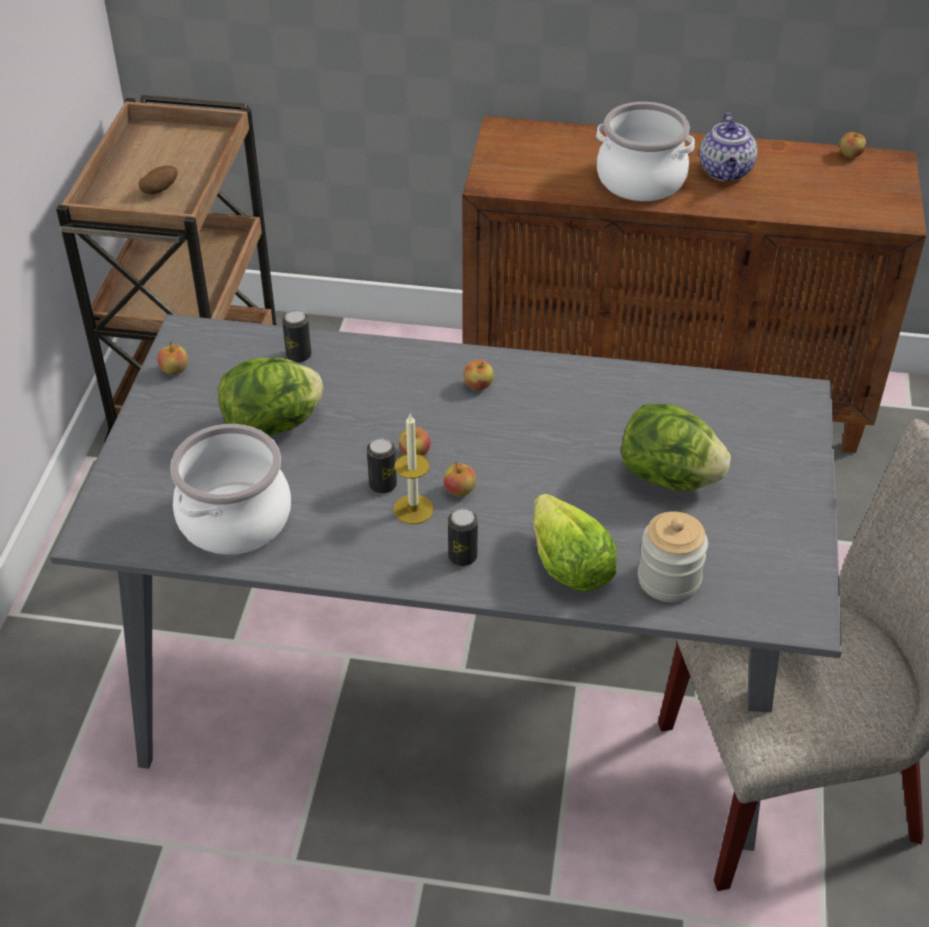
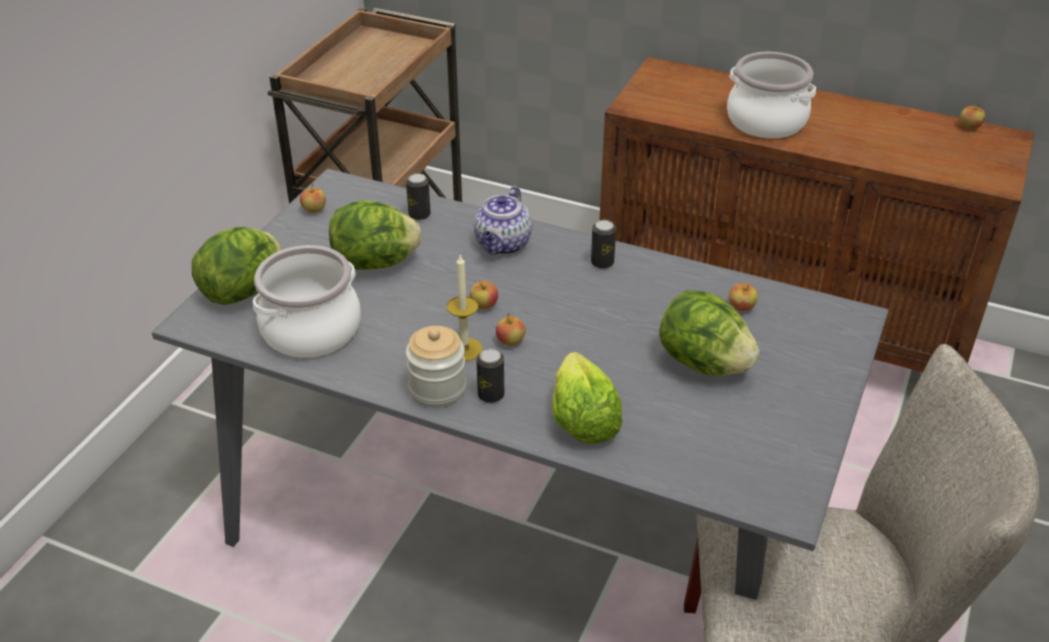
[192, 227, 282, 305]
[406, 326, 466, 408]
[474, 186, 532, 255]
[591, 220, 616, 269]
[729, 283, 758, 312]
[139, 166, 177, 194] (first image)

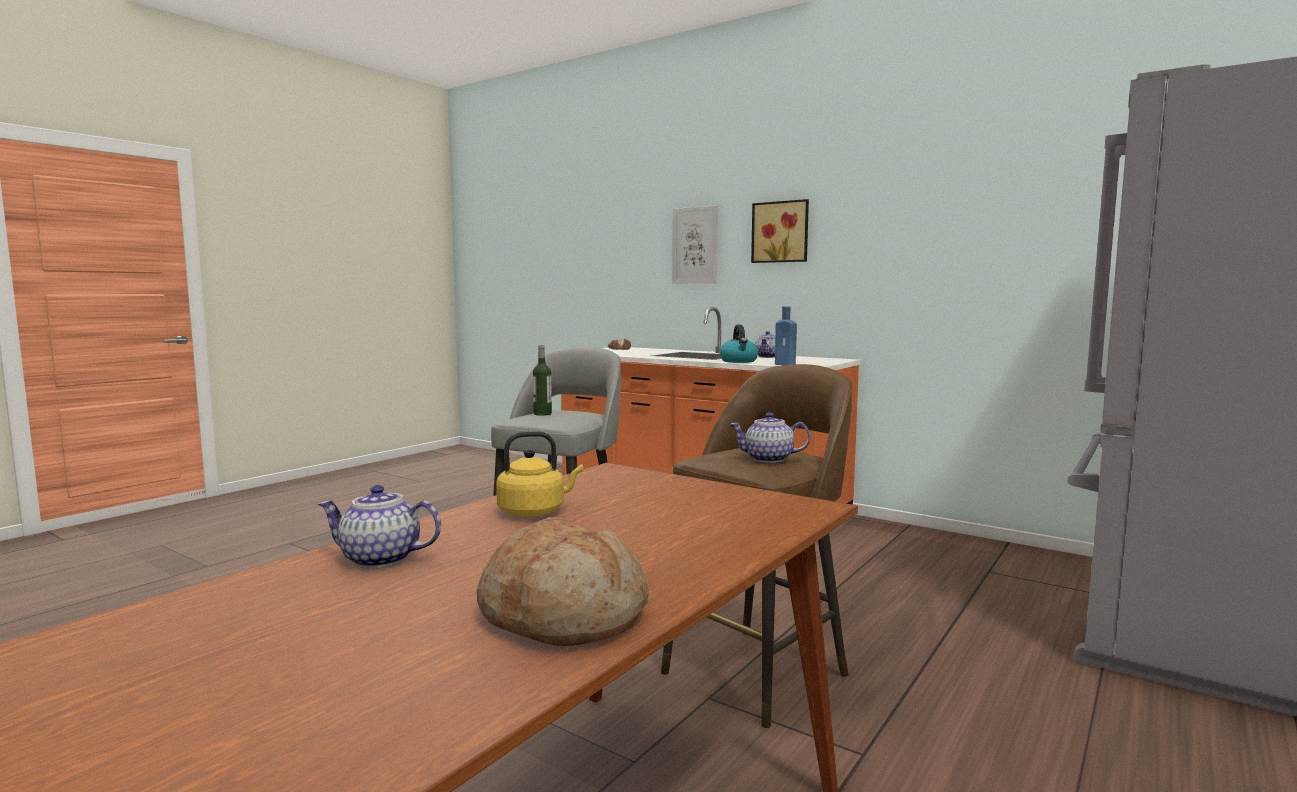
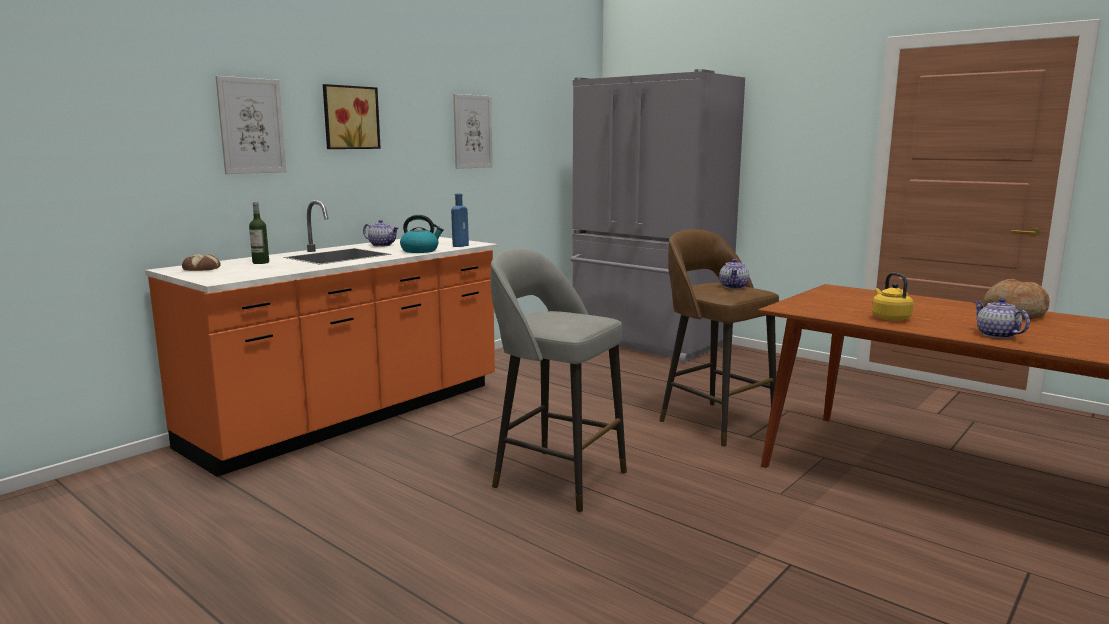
[249, 202, 269, 264]
[453, 94, 493, 169]
[974, 298, 1030, 339]

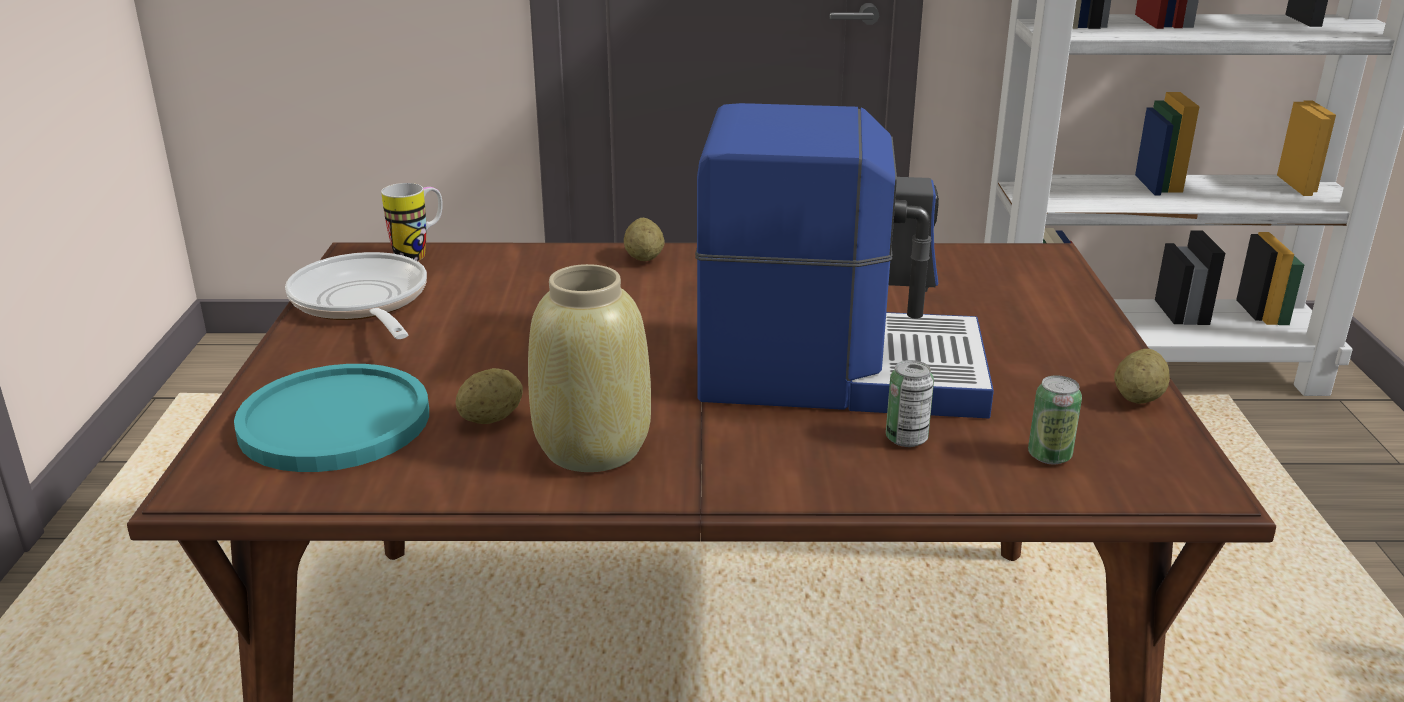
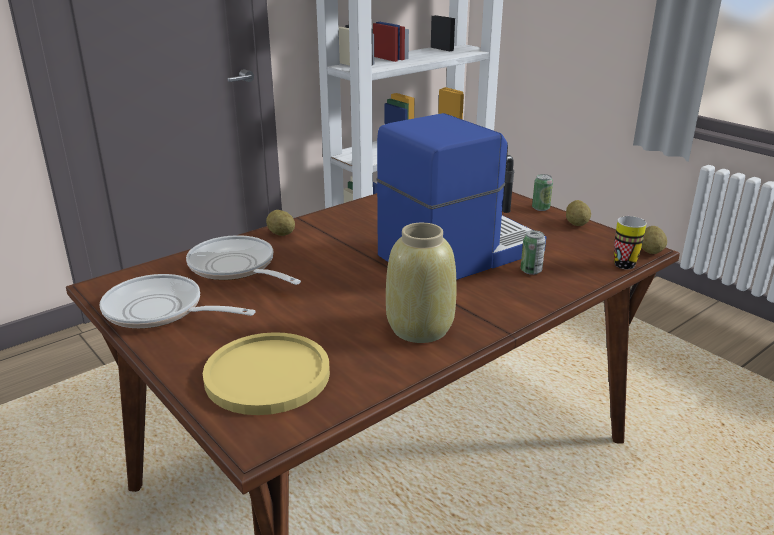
[186, 235, 301, 285]
[203, 332, 330, 415]
[532, 174, 553, 211]
[614, 216, 647, 269]
[642, 226, 667, 254]

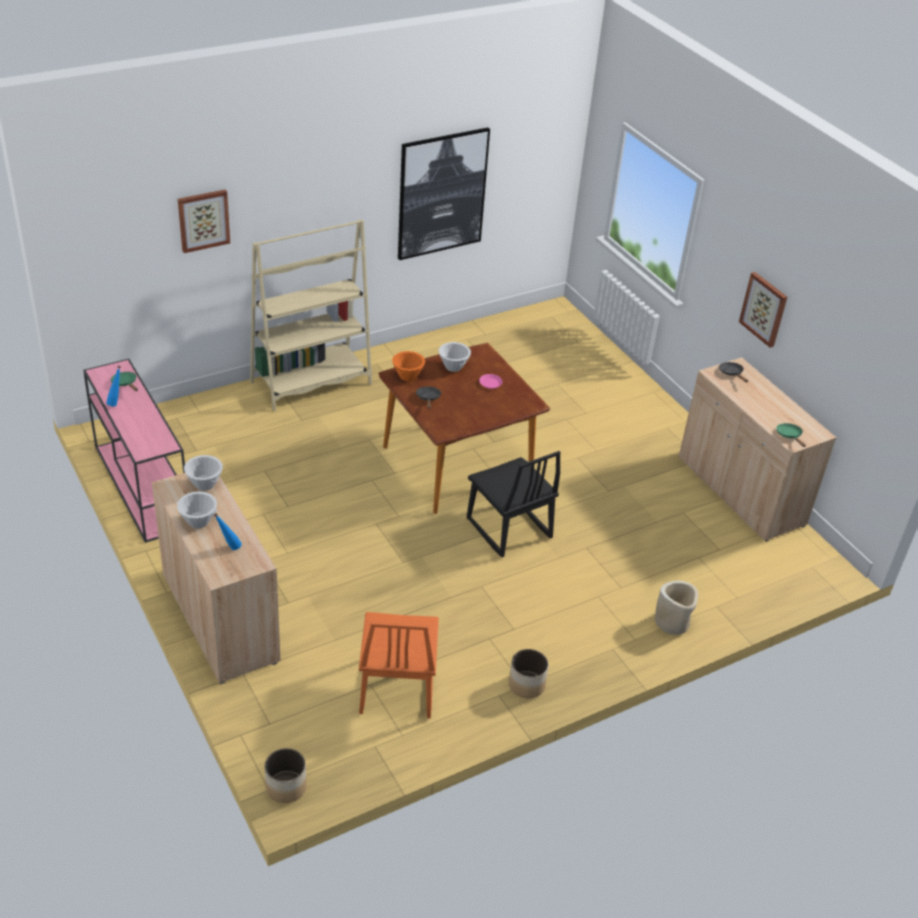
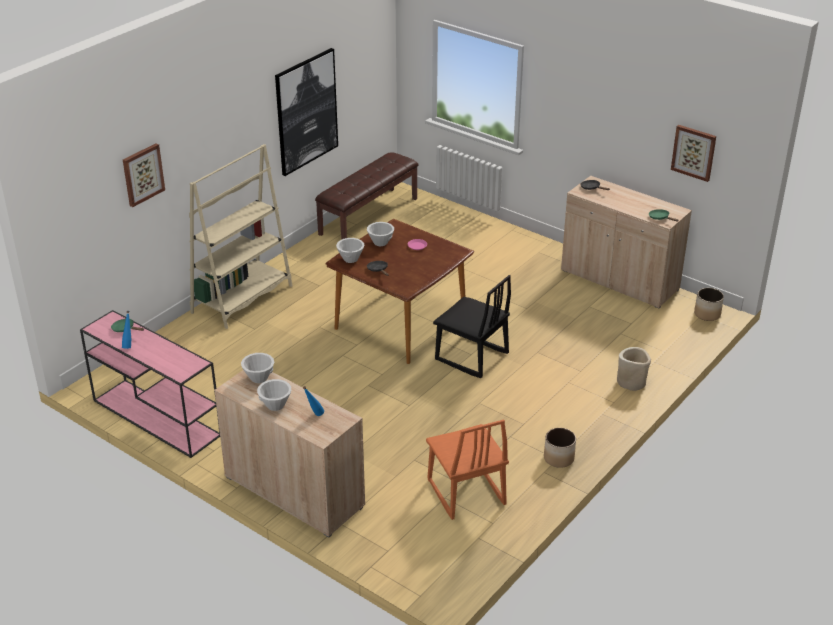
[315, 152, 419, 240]
[336, 238, 364, 263]
[671, 125, 716, 182]
[694, 288, 724, 321]

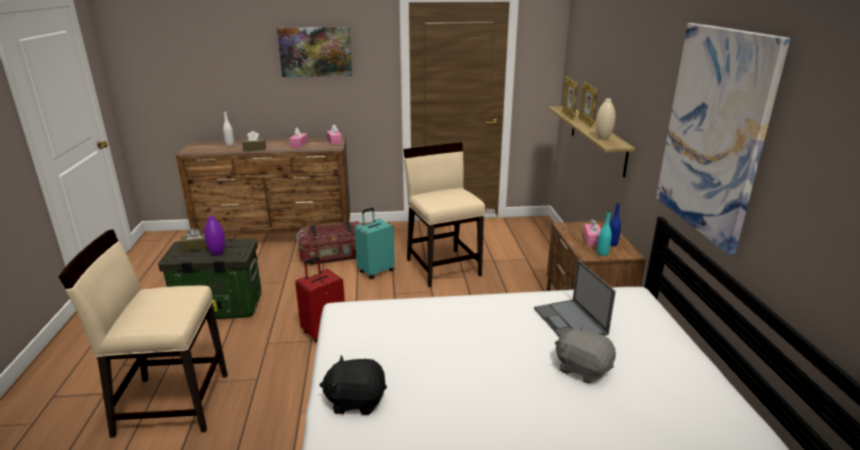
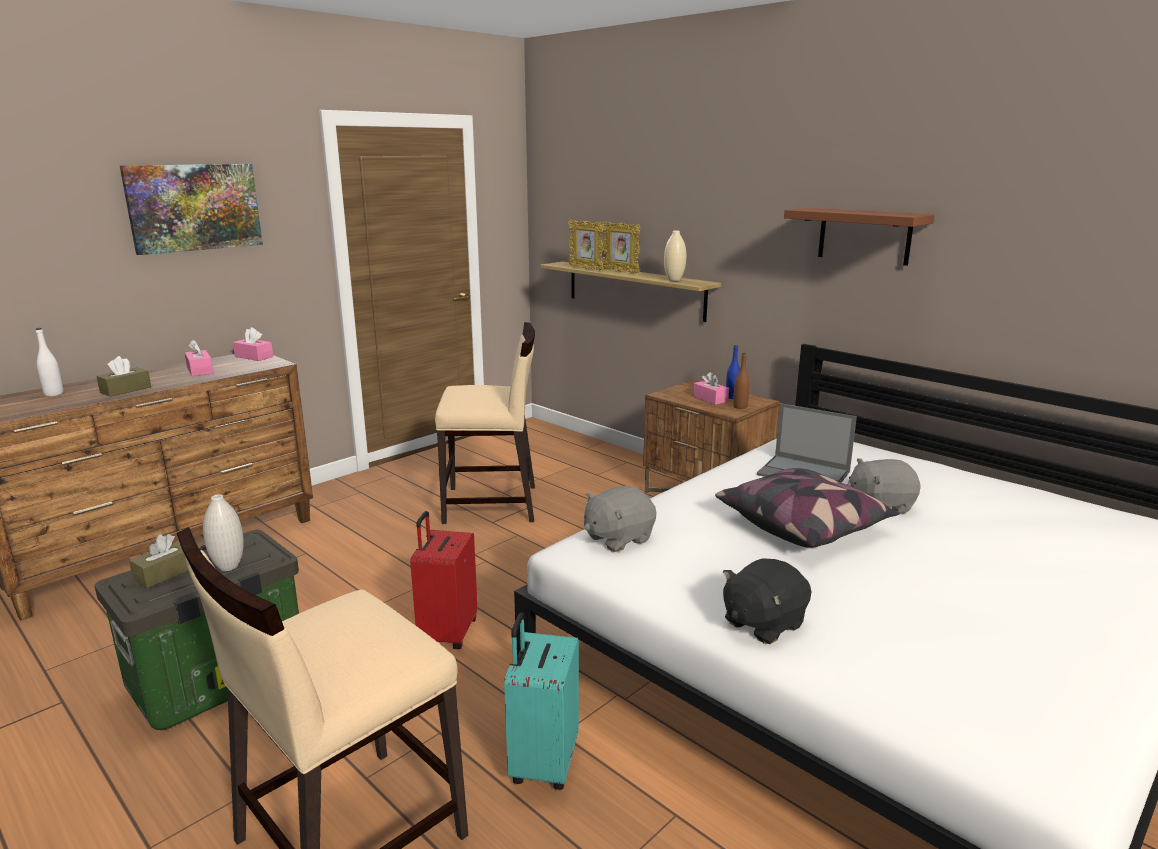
[203, 494, 244, 571]
[435, 322, 535, 524]
[504, 613, 579, 790]
[584, 486, 656, 552]
[715, 468, 900, 548]
[733, 353, 749, 409]
[784, 208, 935, 266]
[296, 221, 361, 265] (first image)

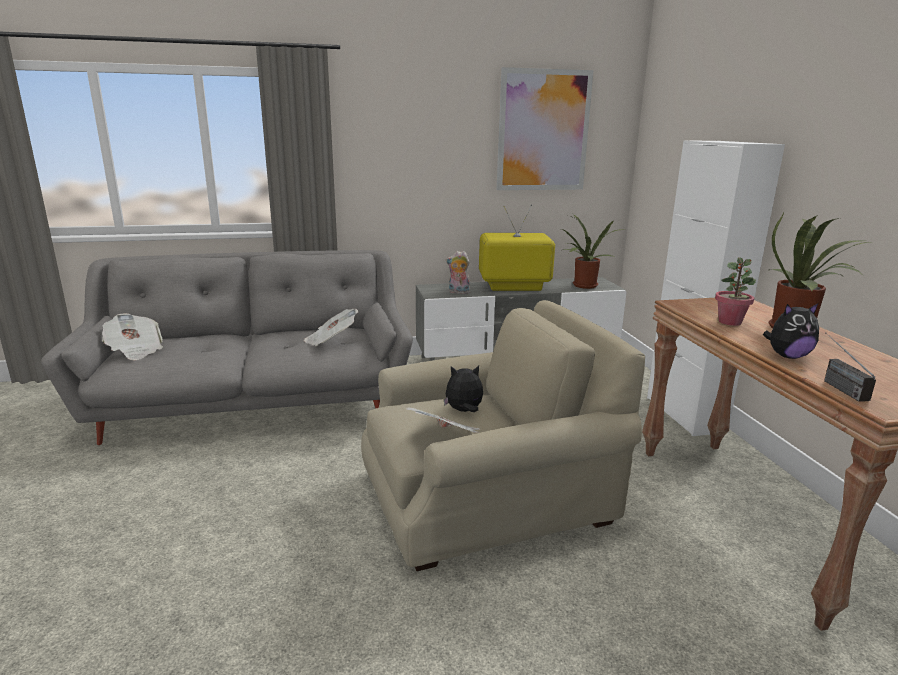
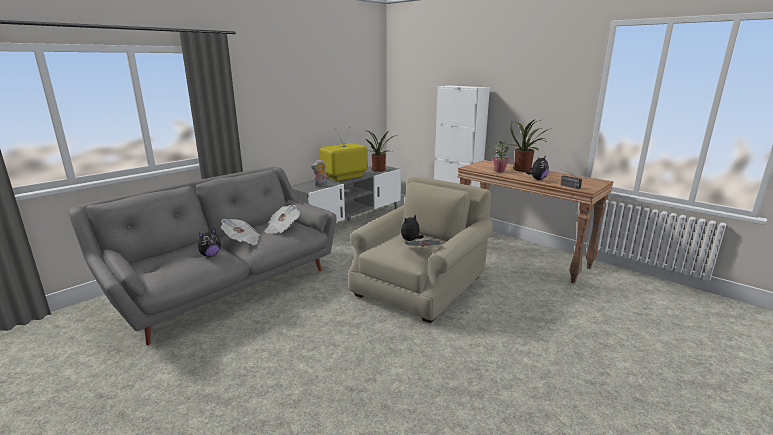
[198, 229, 221, 257]
[221, 219, 260, 245]
[496, 67, 594, 190] (first image)

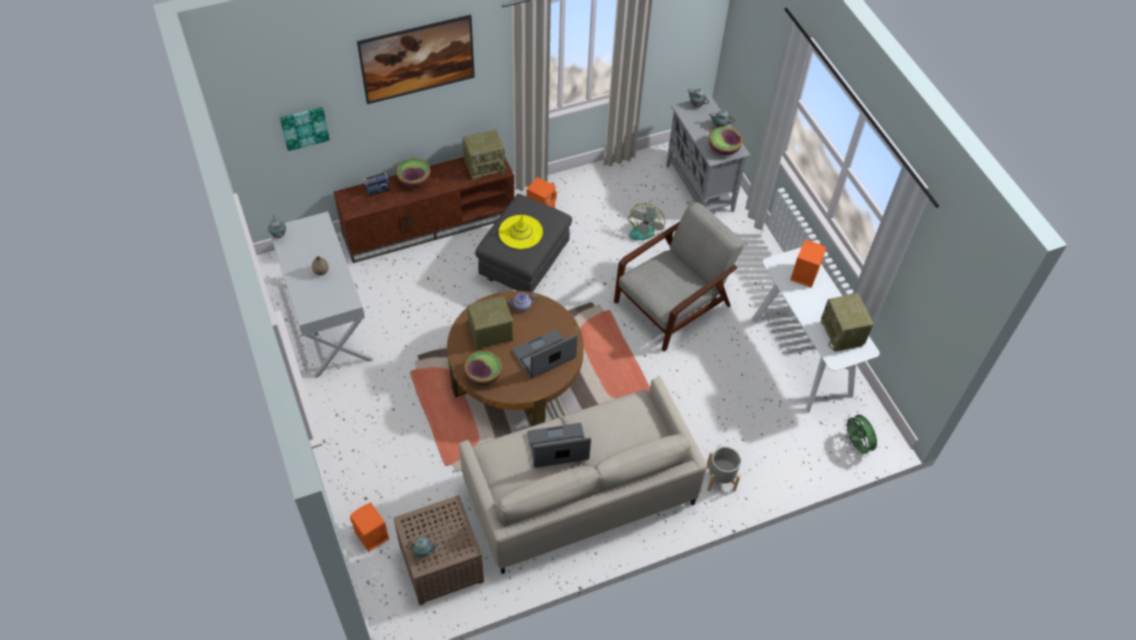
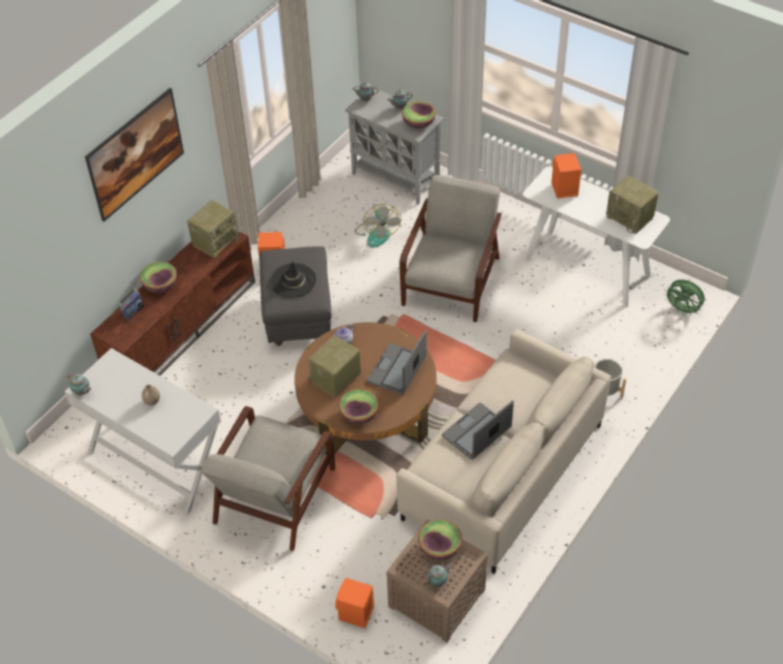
[201, 406, 335, 551]
[270, 261, 316, 298]
[418, 519, 462, 560]
[280, 107, 330, 151] (first image)

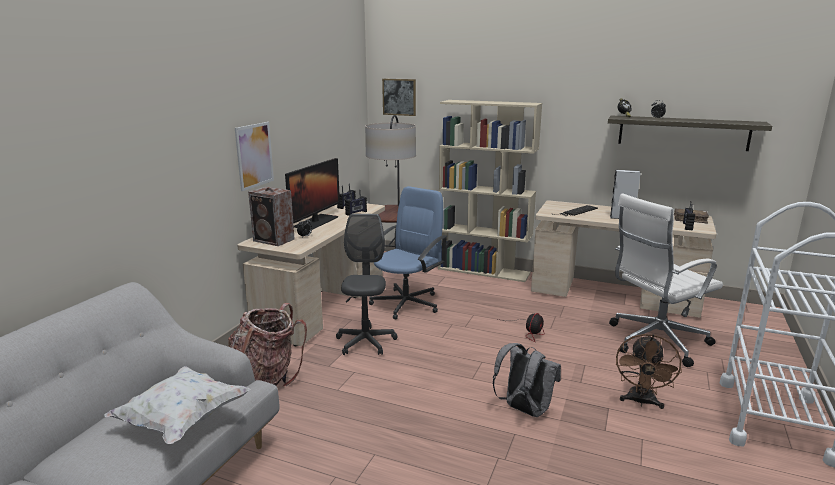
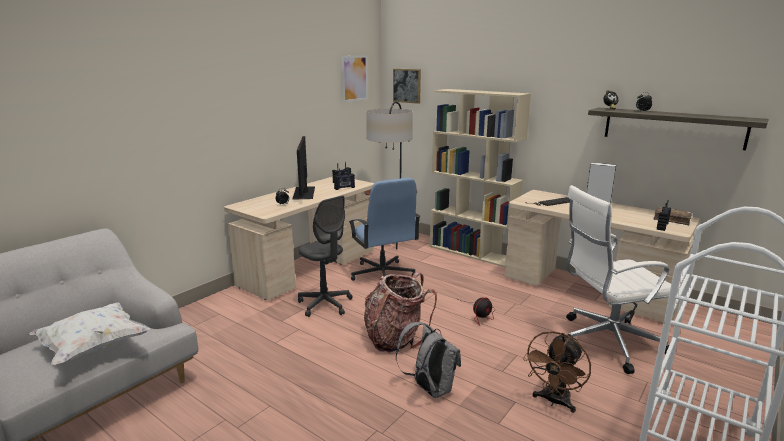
[293, 136, 315, 200]
[298, 196, 352, 317]
[342, 55, 368, 102]
[349, 178, 421, 281]
[364, 272, 437, 353]
[248, 187, 295, 246] (first image)

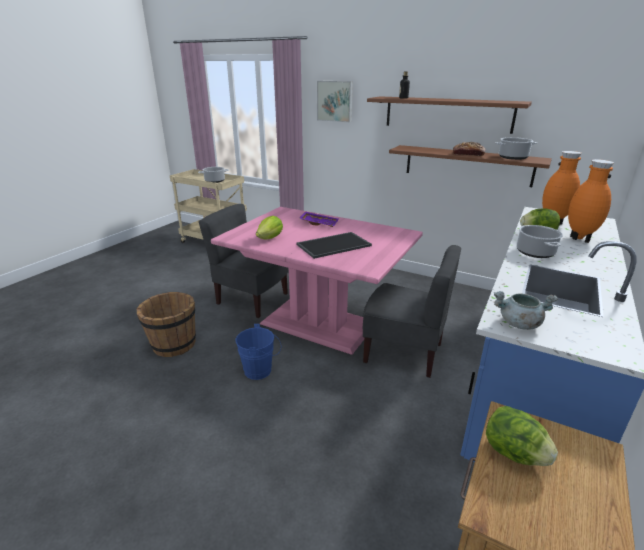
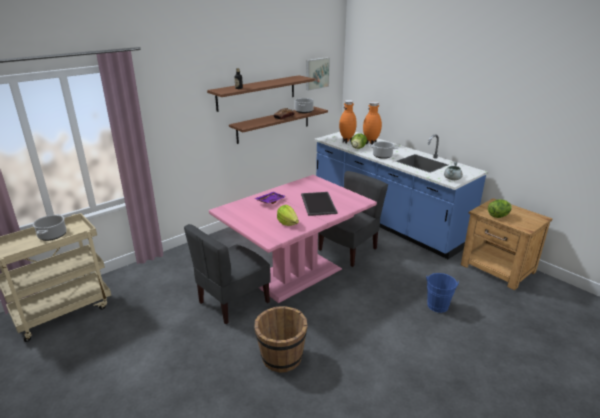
[306, 57, 330, 91]
[426, 273, 459, 313]

